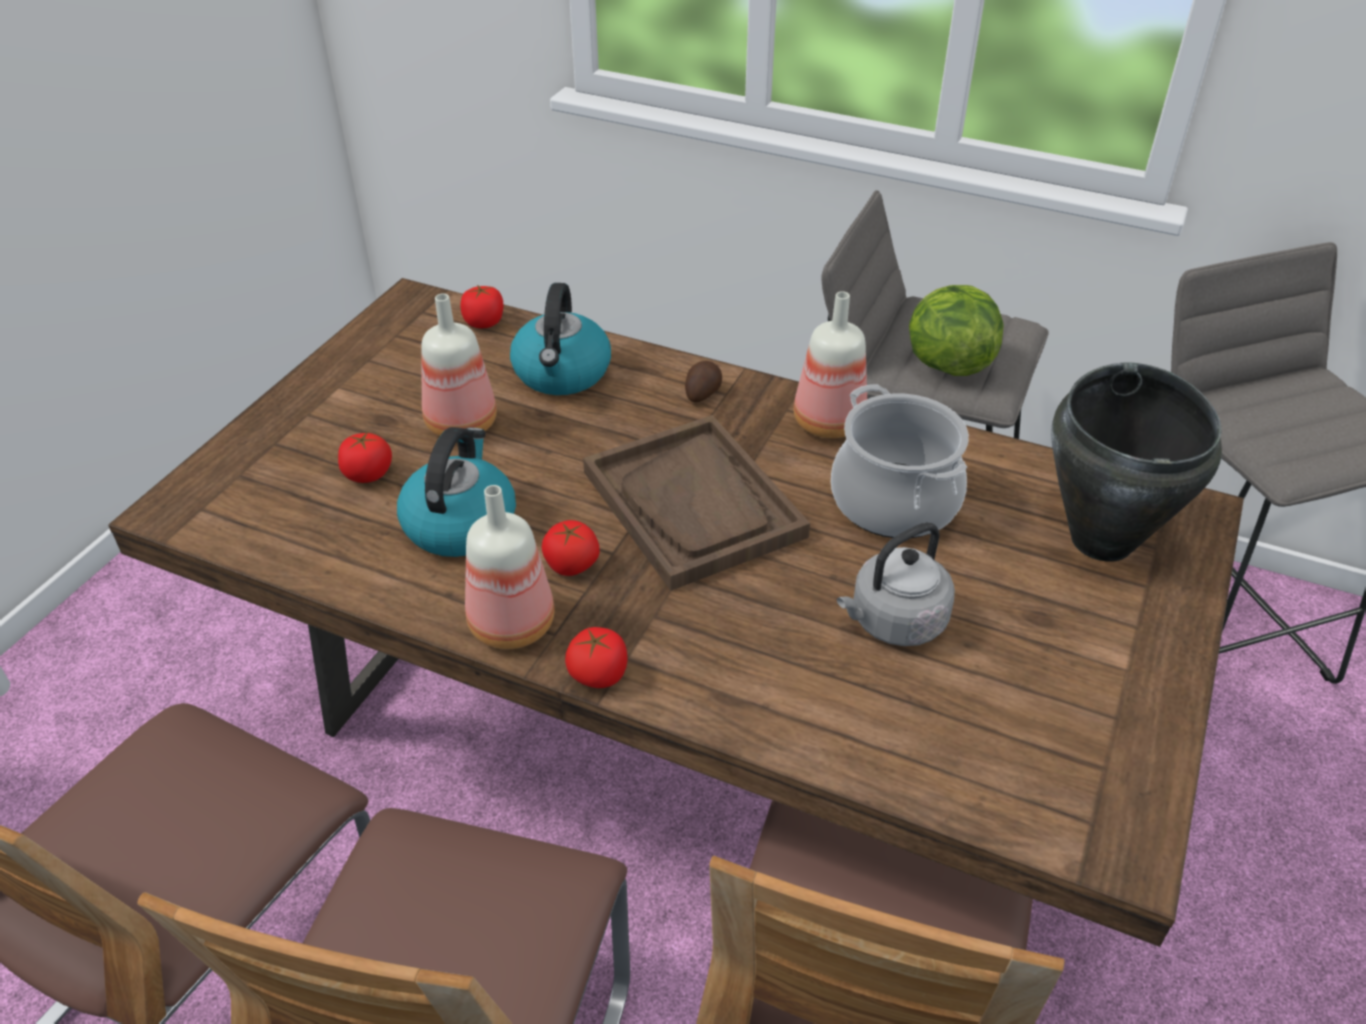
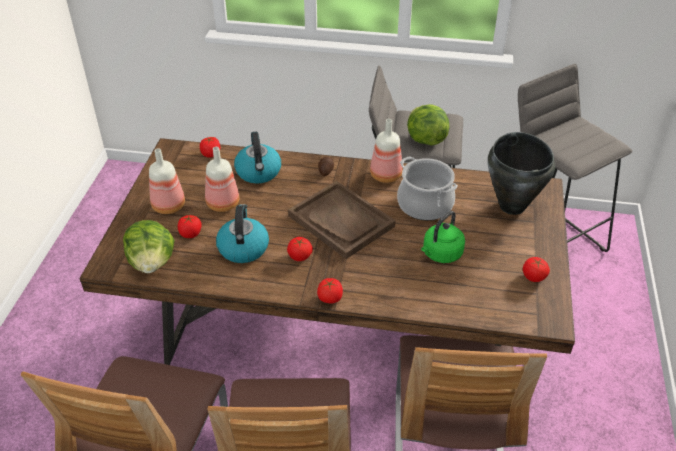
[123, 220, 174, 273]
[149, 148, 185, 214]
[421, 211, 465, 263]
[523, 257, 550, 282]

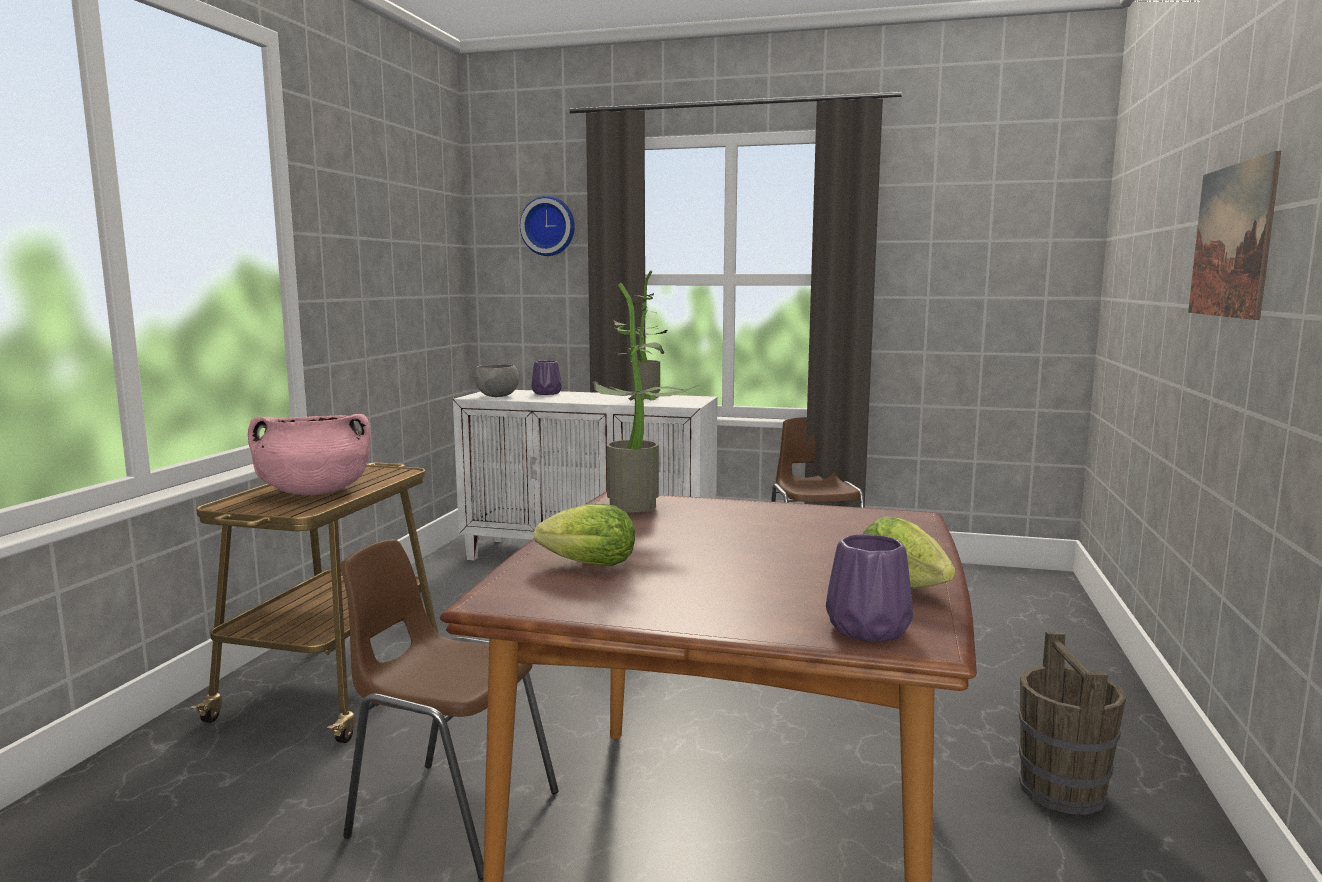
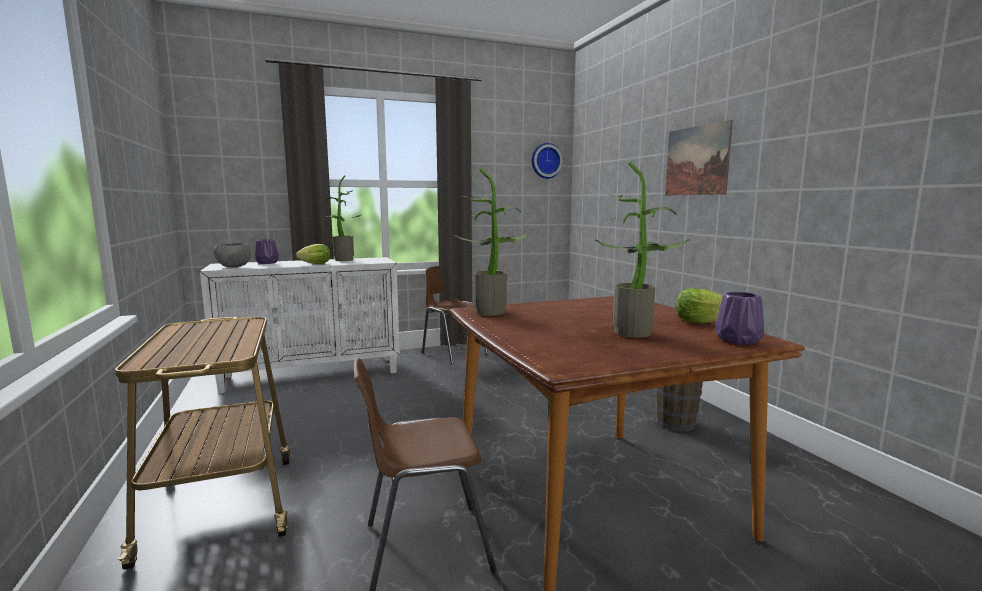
[296, 244, 330, 264]
[531, 143, 563, 179]
[595, 162, 690, 338]
[248, 414, 371, 495] (first image)

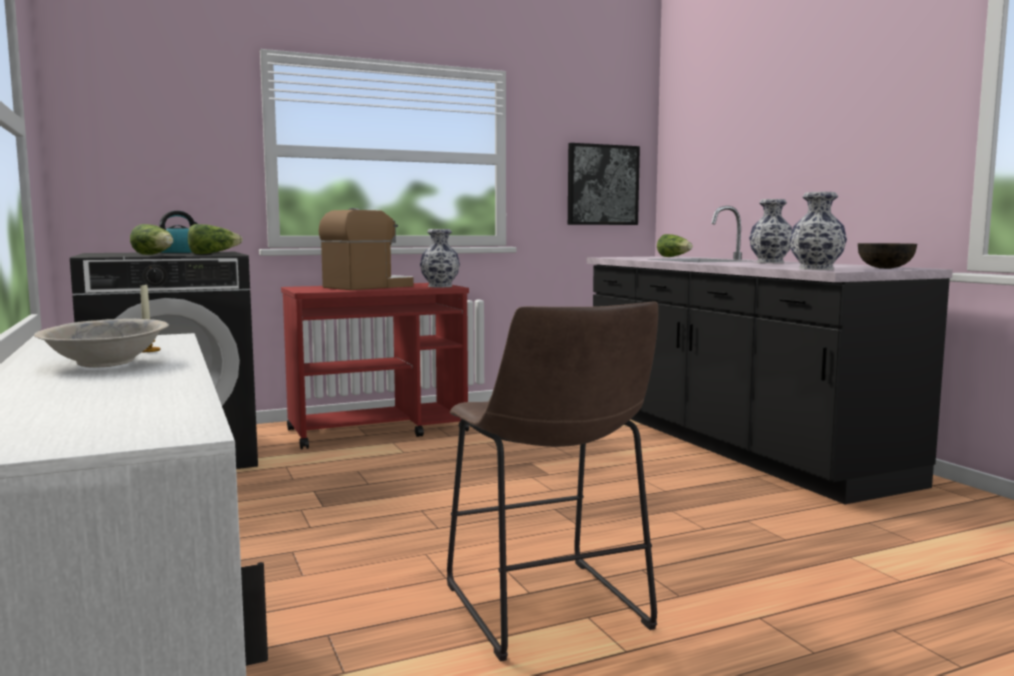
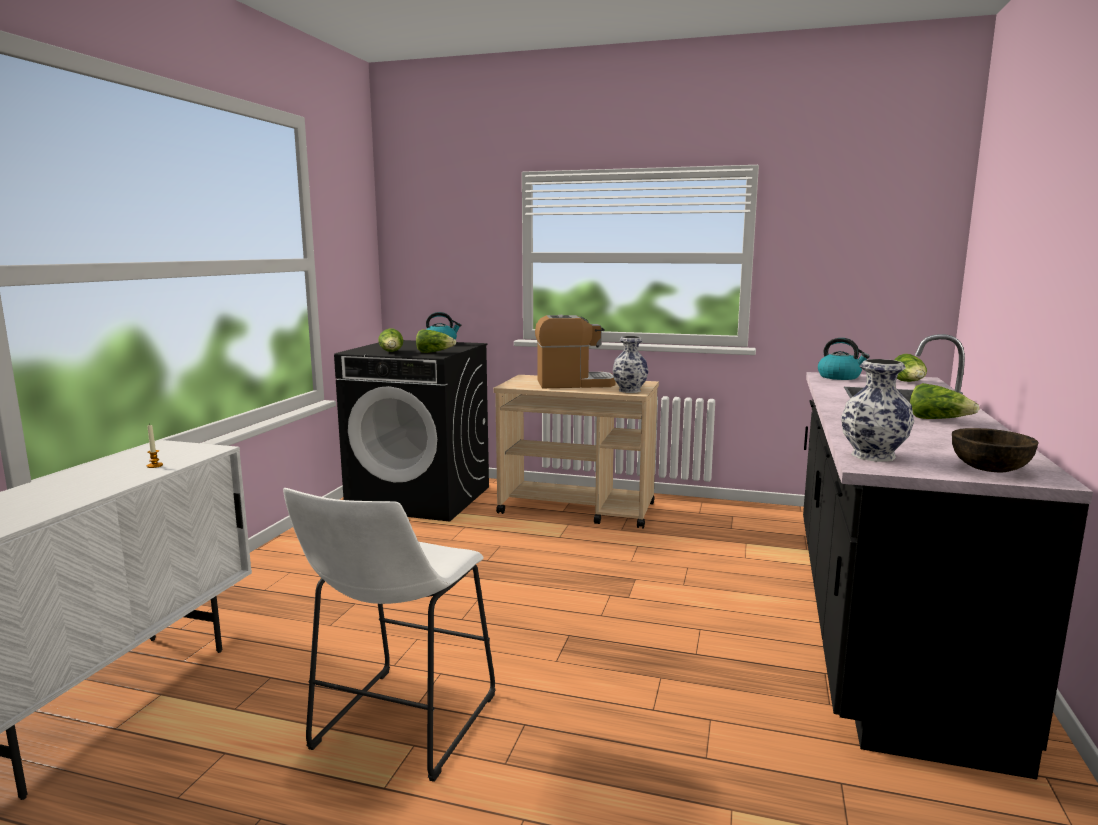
[283, 488, 496, 782]
[494, 375, 659, 529]
[818, 338, 870, 380]
[910, 383, 979, 419]
[34, 319, 169, 368] (first image)
[568, 143, 640, 225] (first image)

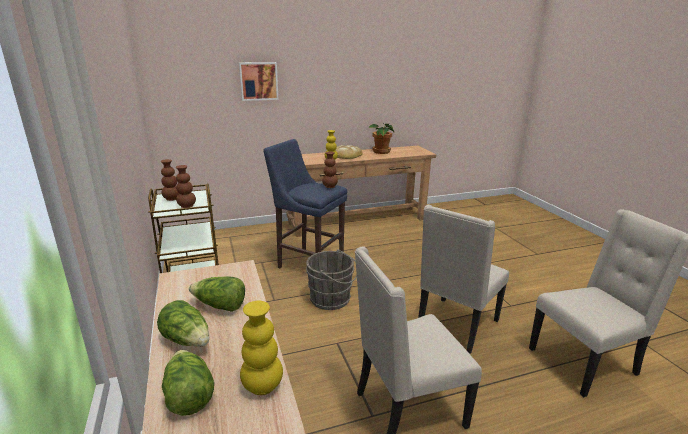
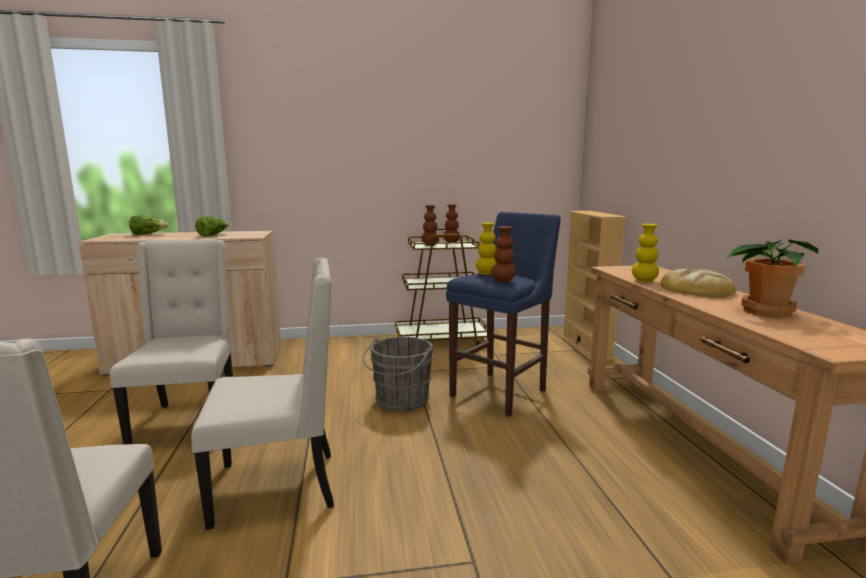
[191, 258, 334, 530]
[476, 223, 497, 275]
[562, 211, 626, 361]
[157, 300, 209, 347] (first image)
[239, 62, 279, 101] (first image)

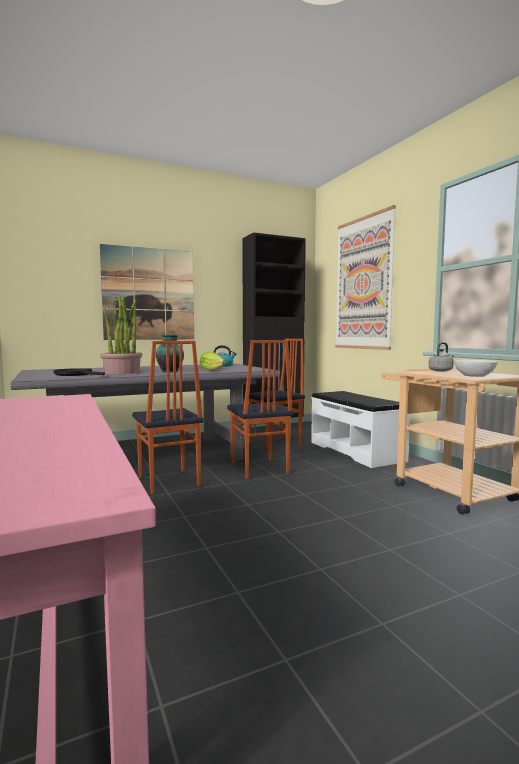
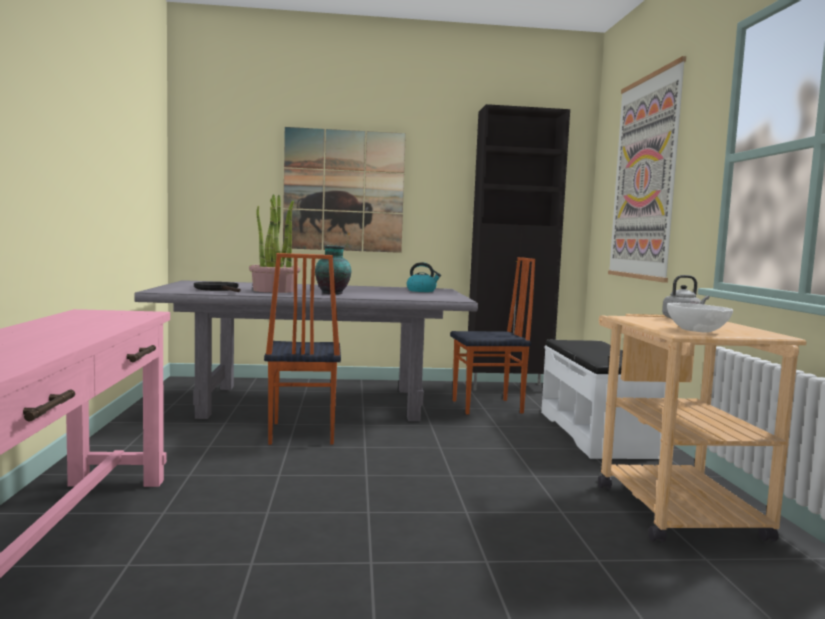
[200, 352, 226, 371] (first image)
[227, 340, 294, 479] (first image)

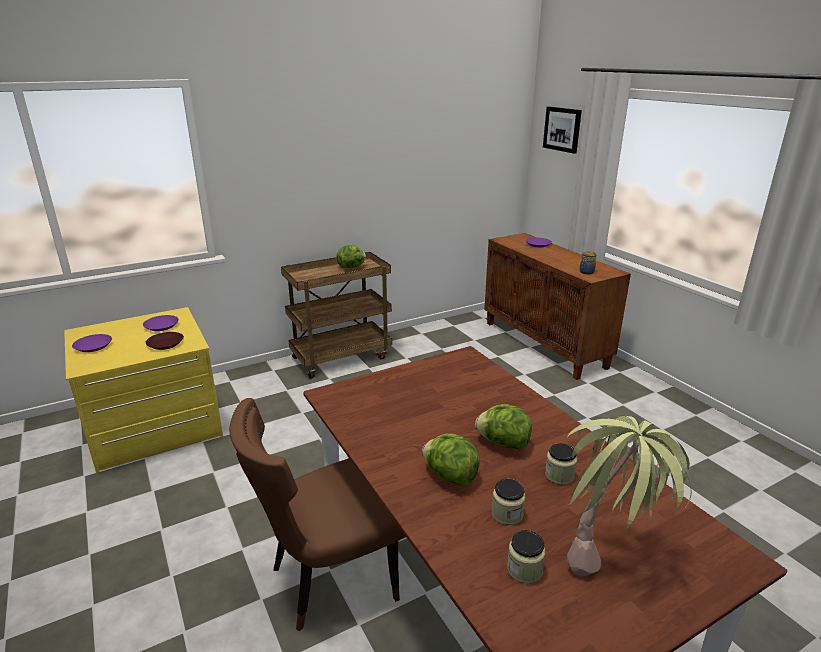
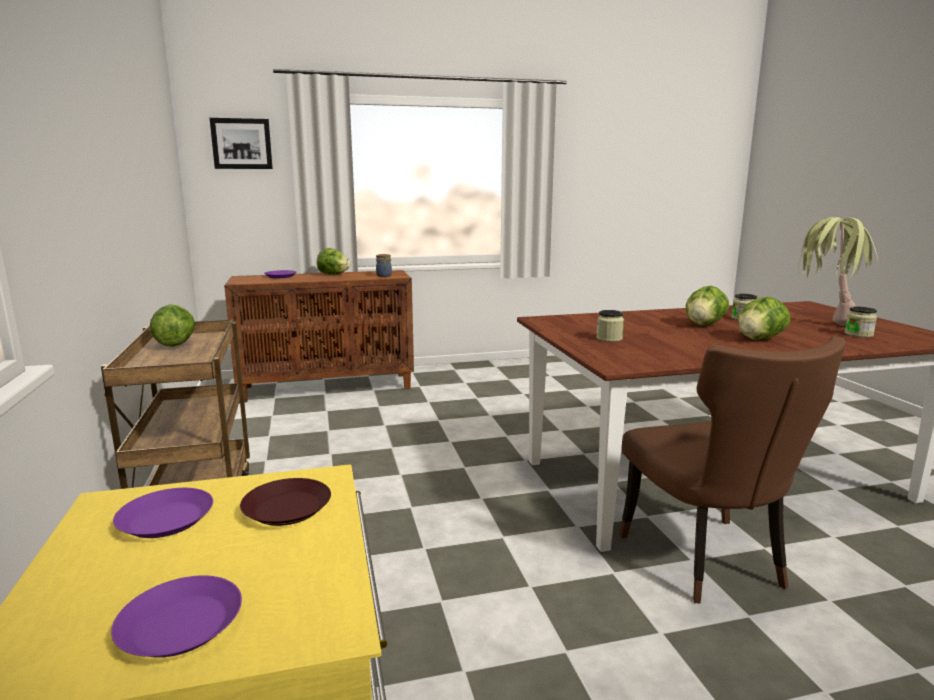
[317, 248, 350, 275]
[596, 310, 624, 342]

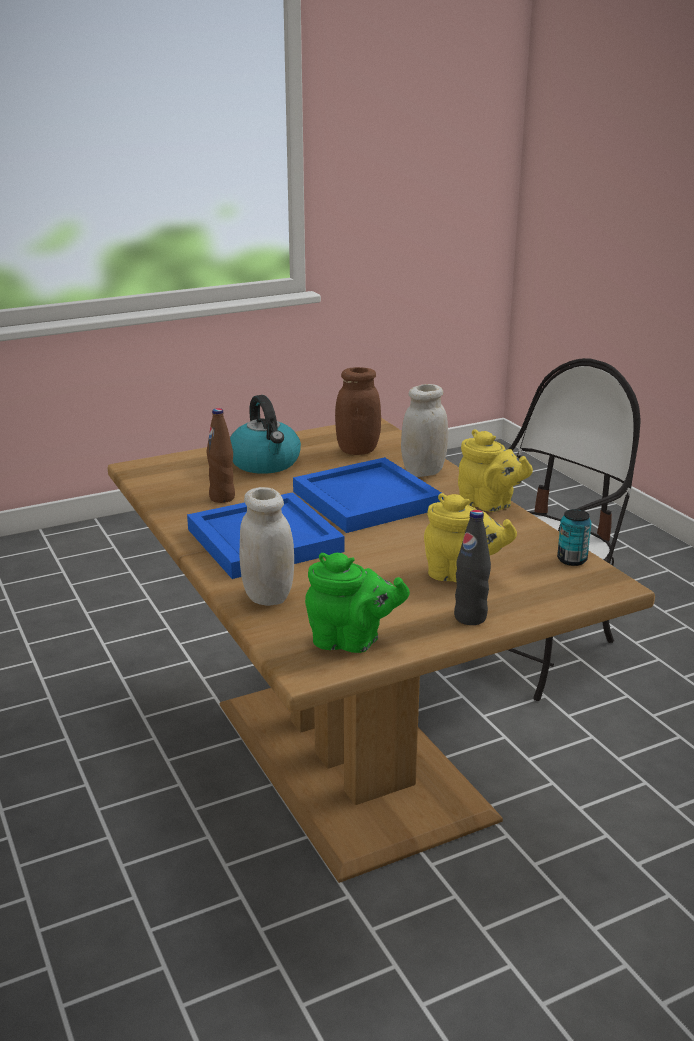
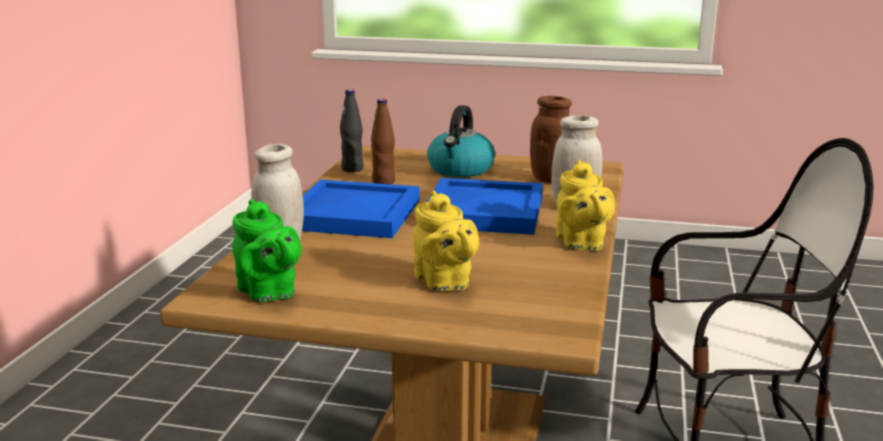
[340, 89, 364, 172]
[557, 509, 592, 566] (first image)

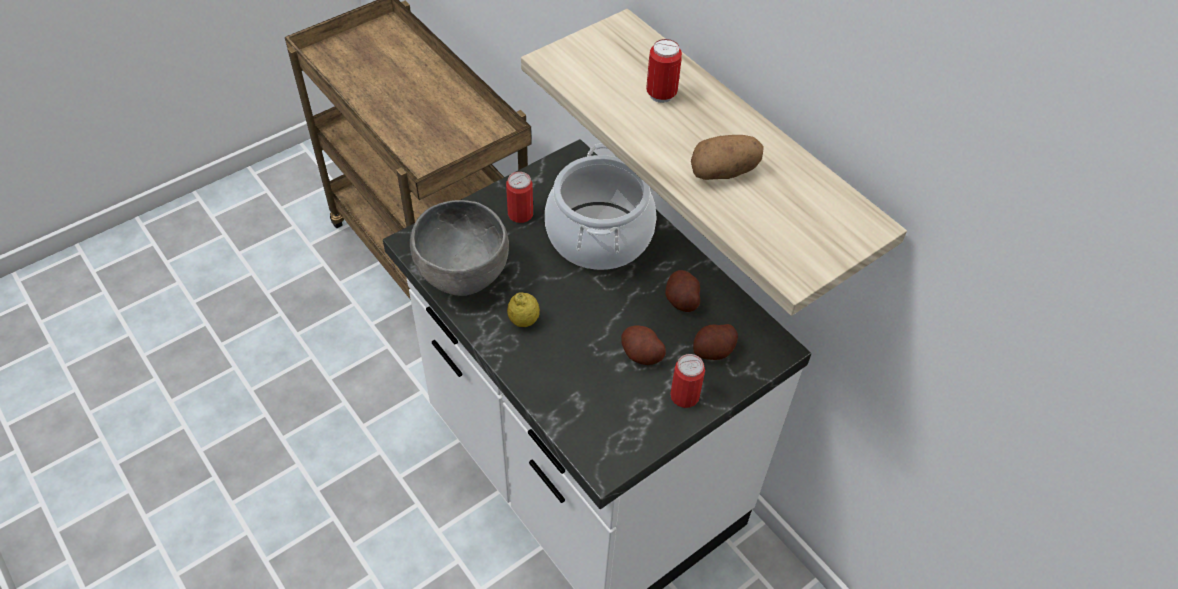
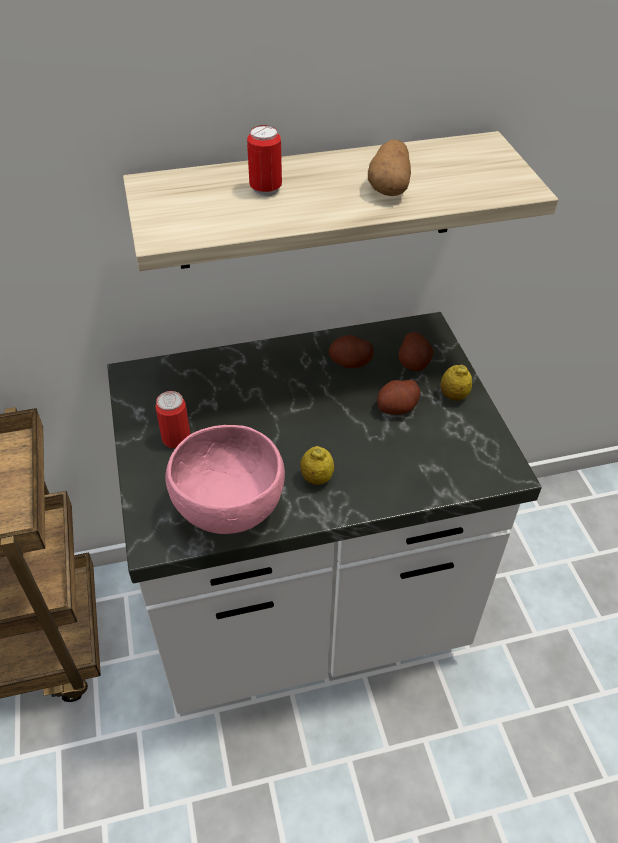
[165, 425, 285, 534]
[440, 365, 472, 401]
[545, 143, 657, 270] (first image)

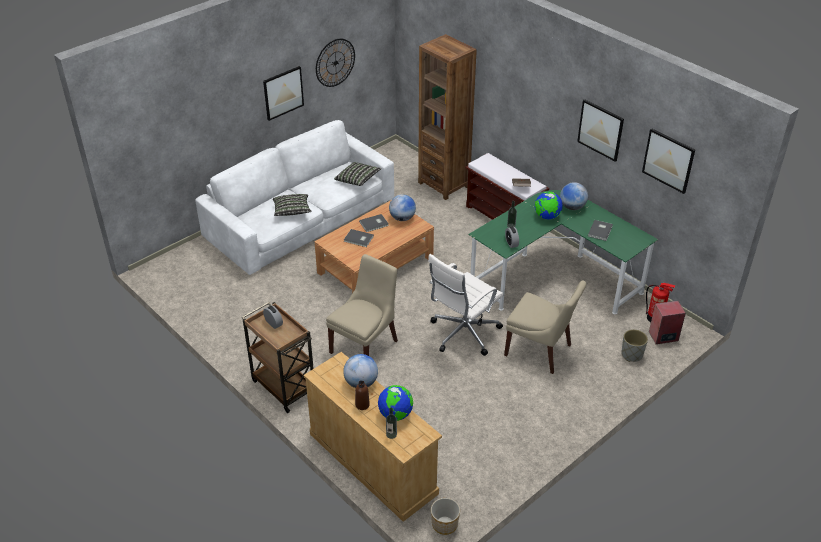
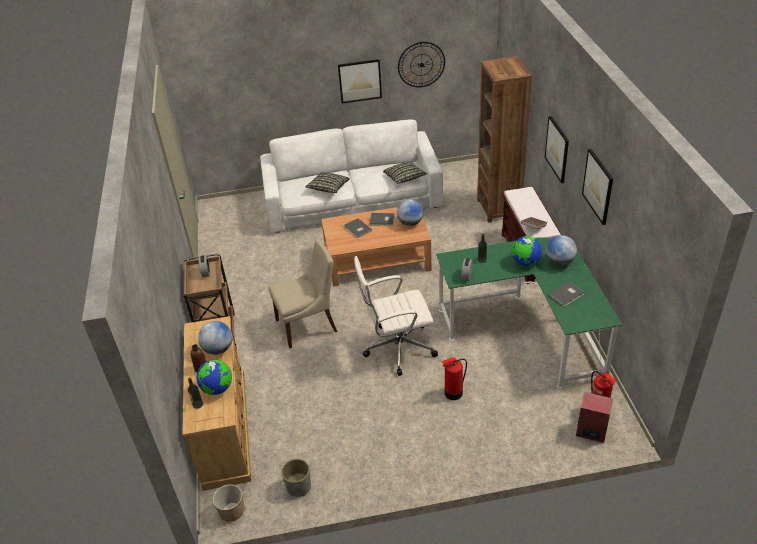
[281, 459, 311, 497]
[442, 357, 467, 400]
[545, 116, 569, 183]

